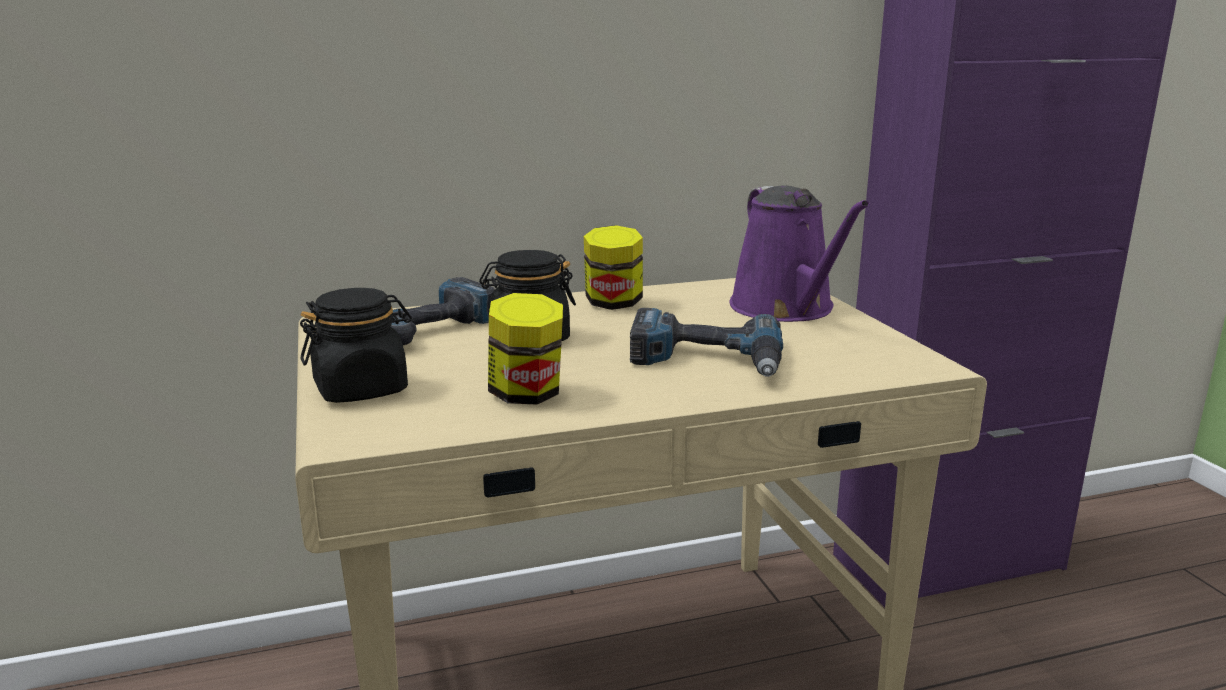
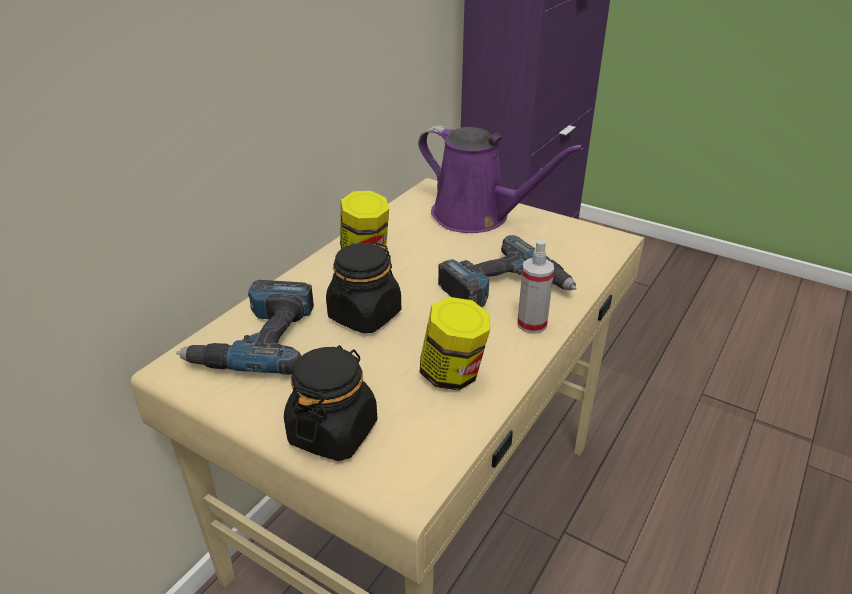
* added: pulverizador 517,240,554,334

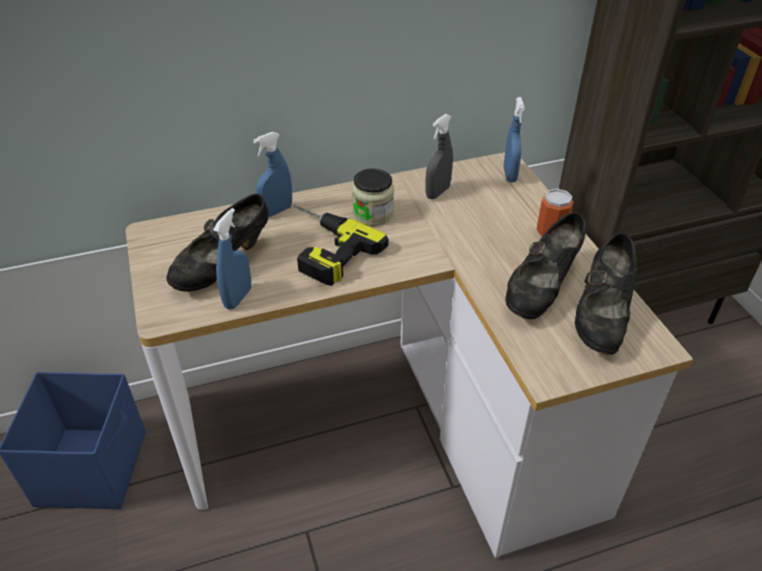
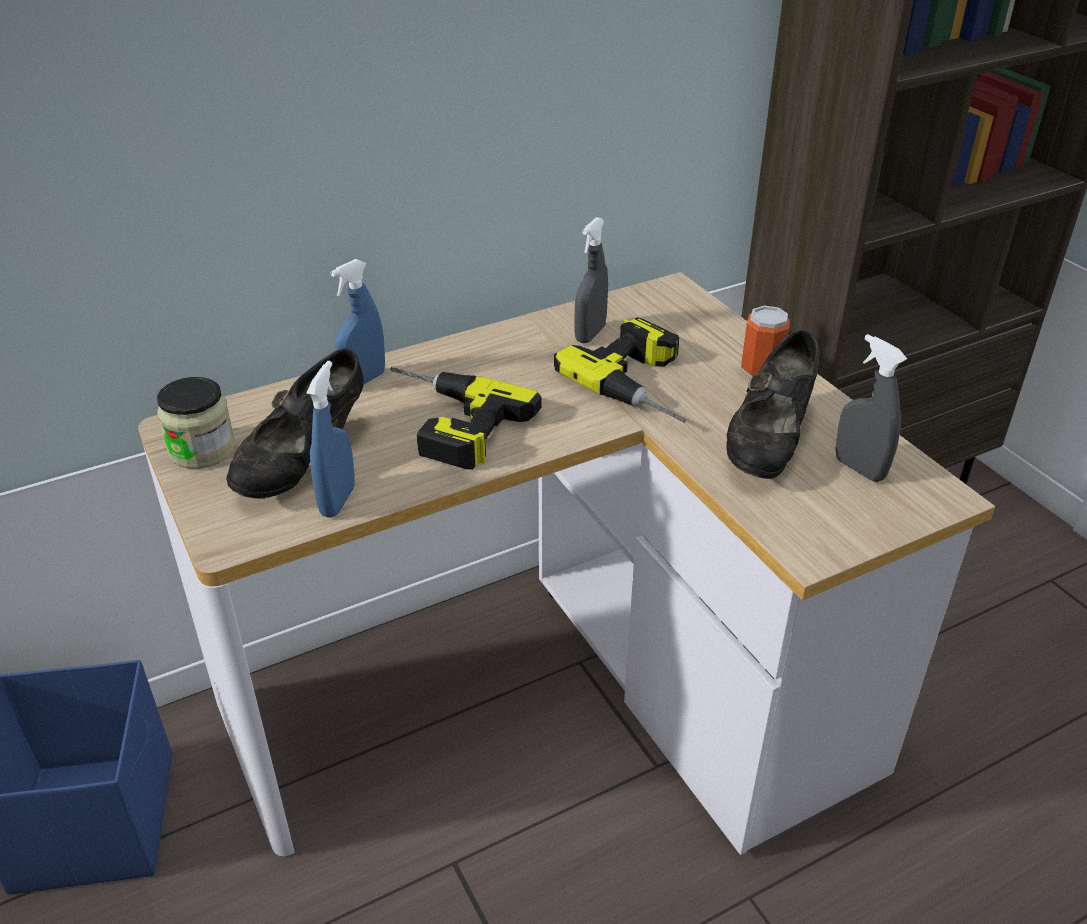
* removed: pulverizador/azul 503,97,525,182
* added: taladro 554,317,686,423
* moved: tarro 352,169,394,226 to 157,377,235,469
* replaced: zapato/negro 575,233,637,355 to pulverizador/gris 836,334,907,482

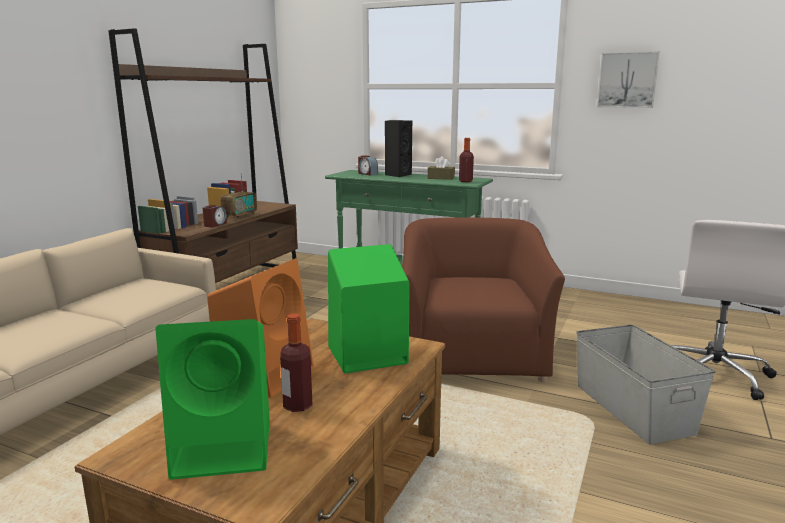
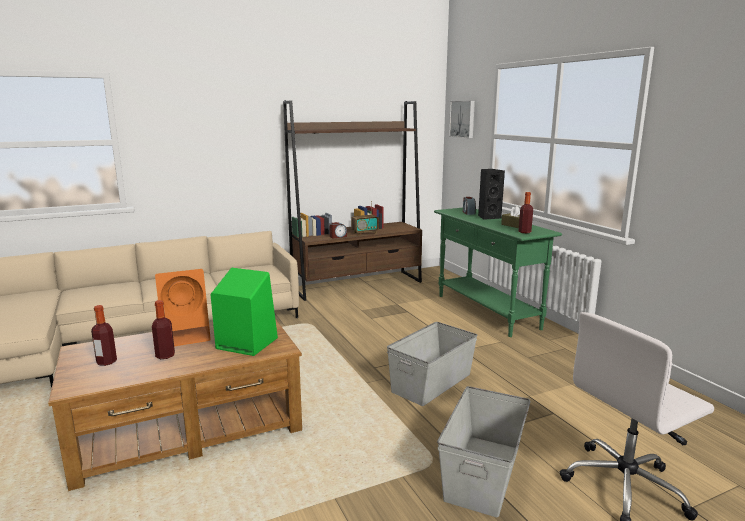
* moved: cuadro 597,51,660,108 to 449,101,475,139
* replaced: altavoz/verde 155,319,270,480 to botella 91,305,117,366
* replaced: sillón/marrón 402,217,565,382 to caja de almacenaje/gris 387,322,477,406

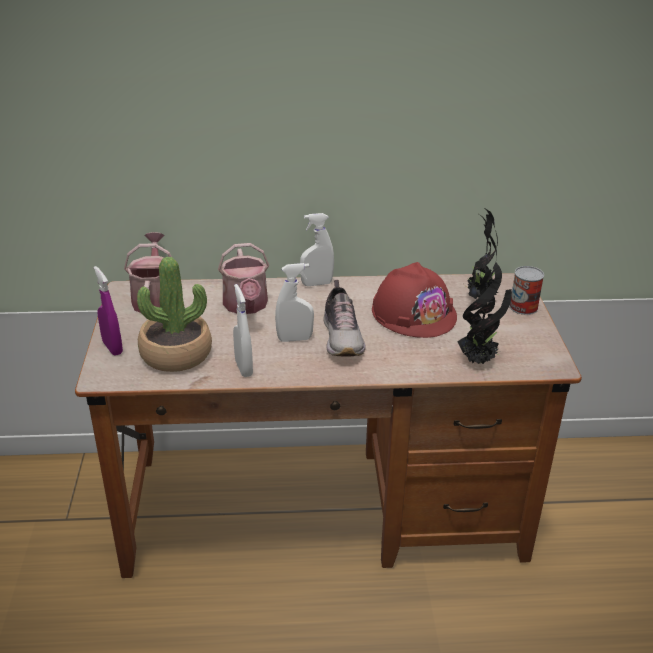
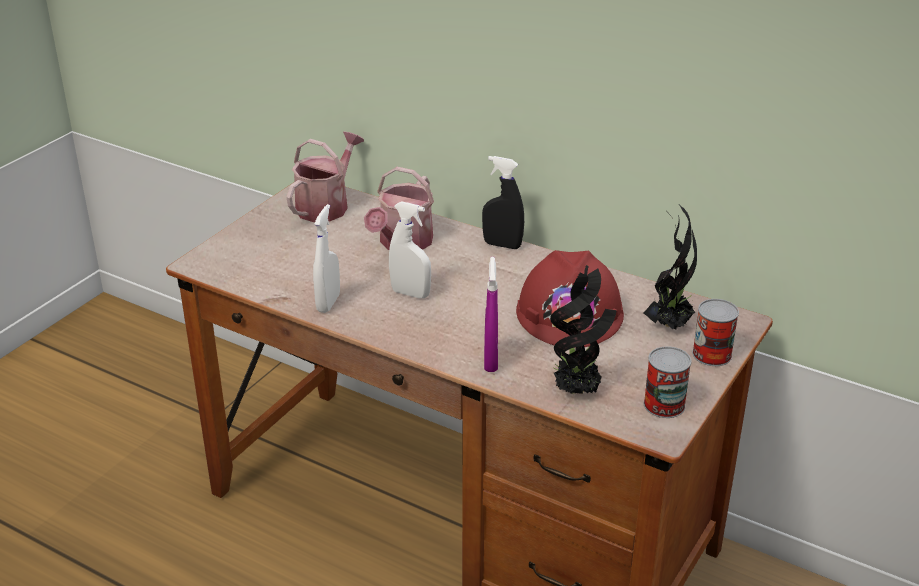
* removed: planta en maceta 137,257,212,372
* removed: zapato 323,280,365,357
* added: lata 644,346,692,418
* moved: pulverizador/morado 94,266,123,356 to 484,257,498,372
* recoloured: pulverizador/blanco 300,213,334,286 to pulverizador/negro 482,156,524,249

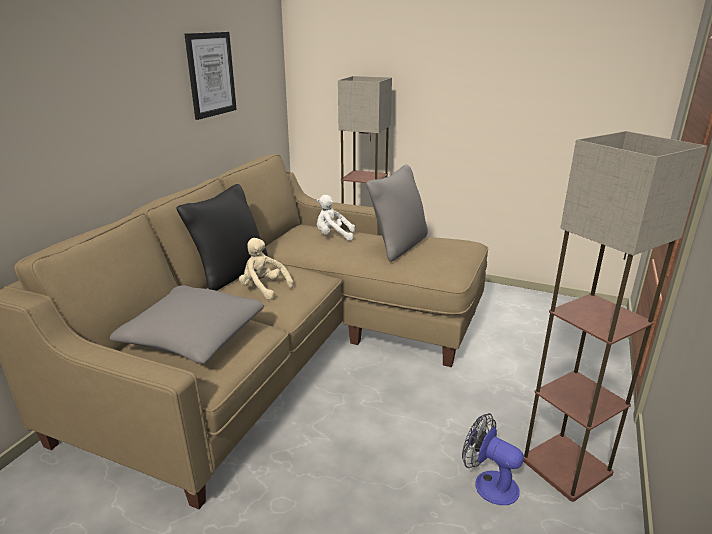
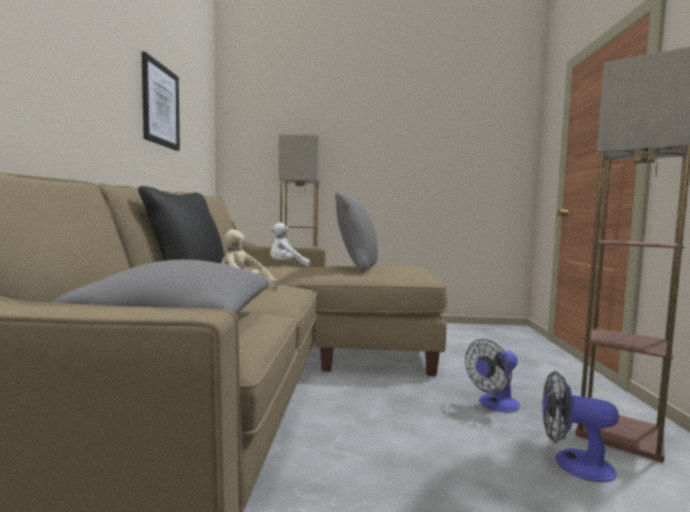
* added: ventilador 465,339,520,412

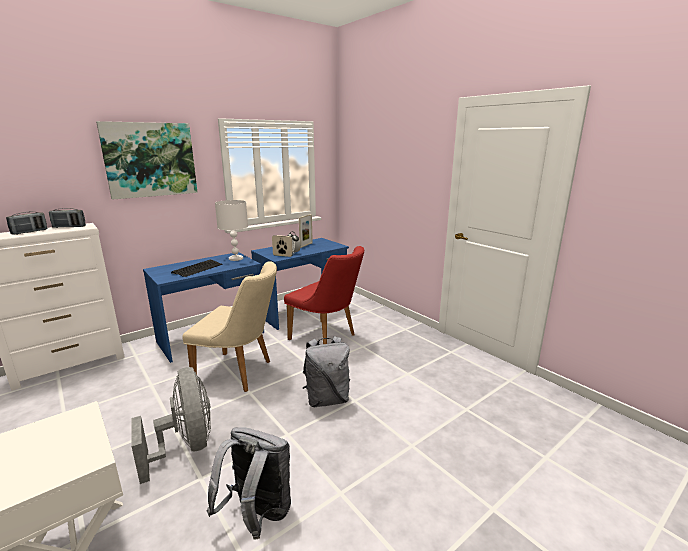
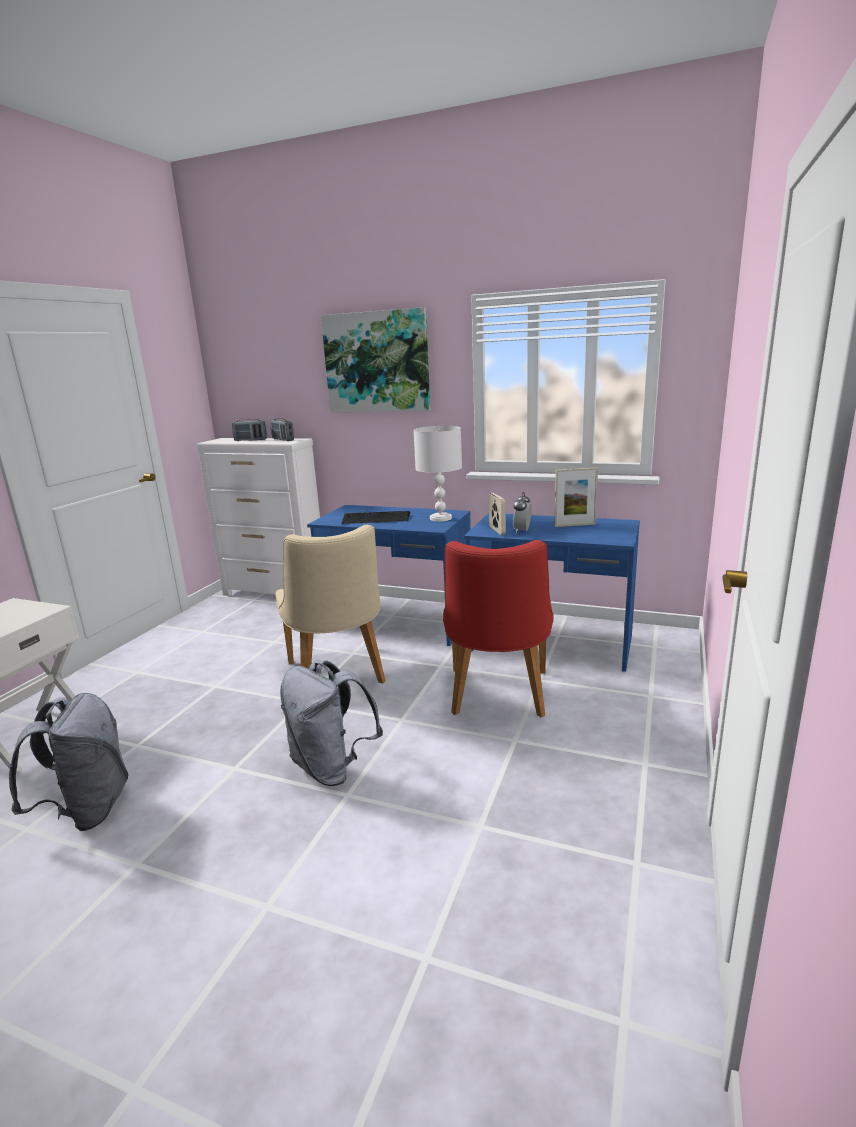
* removed: ventilador/gris 131,367,211,484

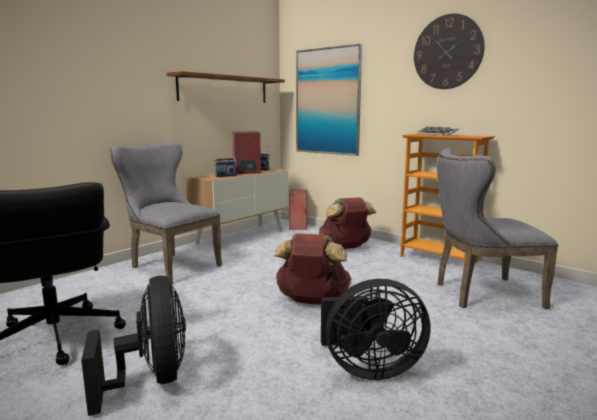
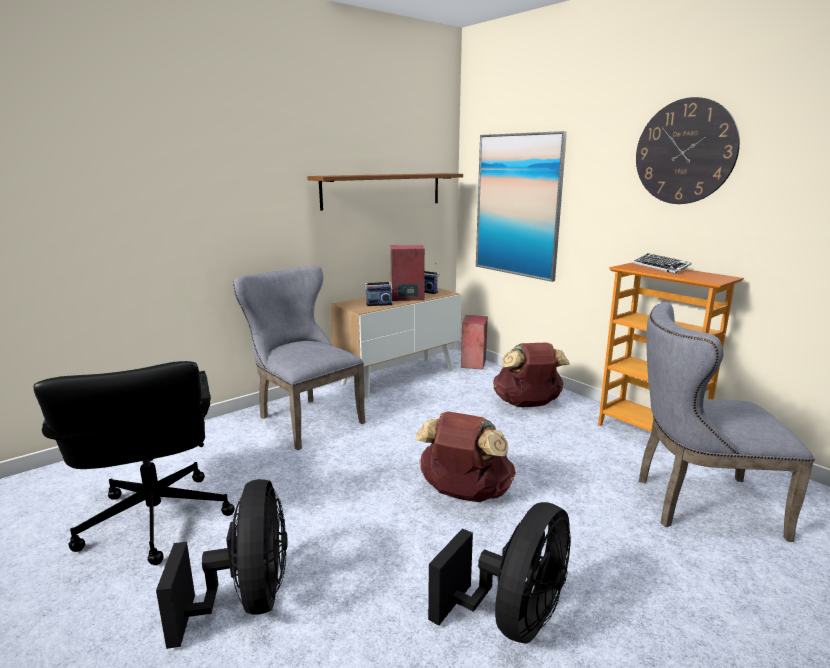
* turned: ventilador/negro 321,279,431,380 = 428,502,571,644 60 degrees counterclockwise

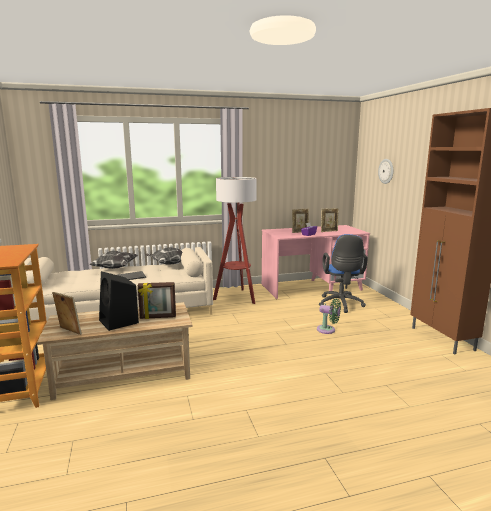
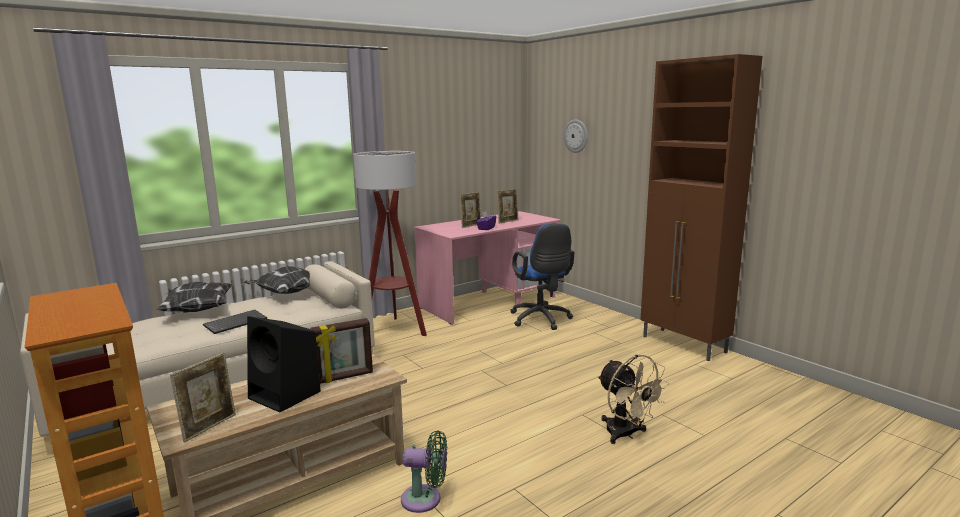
* added: ventilador/beis 598,355,669,444
* moved: ventilador/verde 317,299,341,334 to 401,430,447,513
* turned: portarretratos 52,292,82,335 = 170,353,236,442 105 degrees clockwise

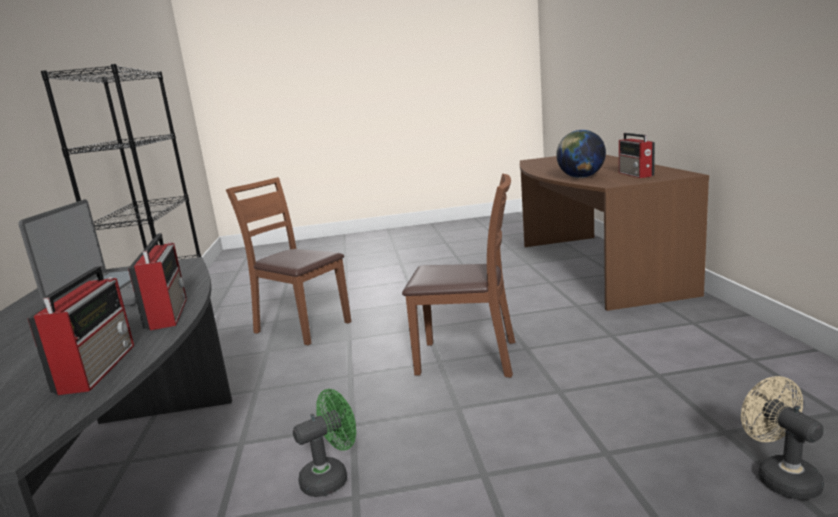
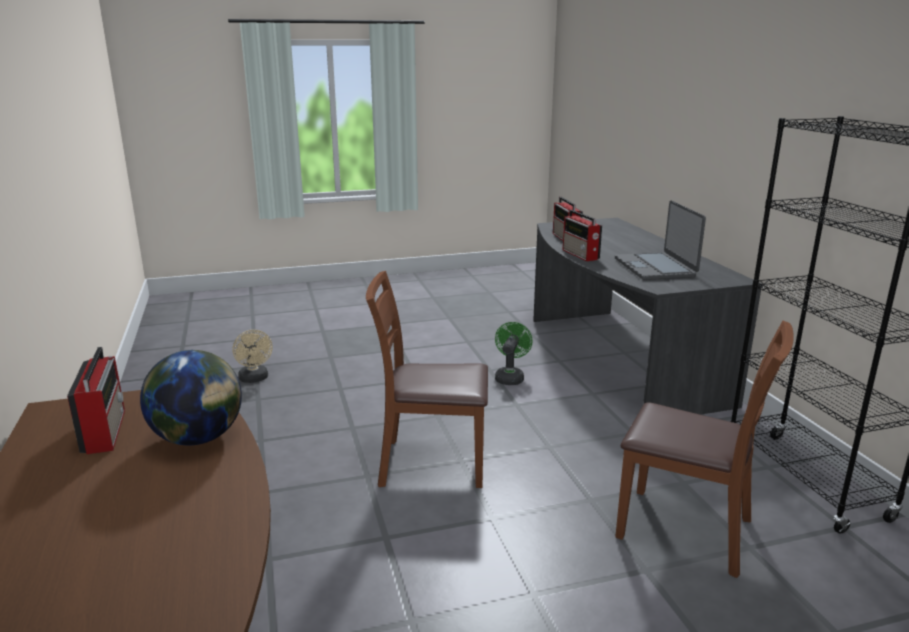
* turned: ventilador/verde 293,389,356,497 = 495,322,532,385 150 degrees clockwise

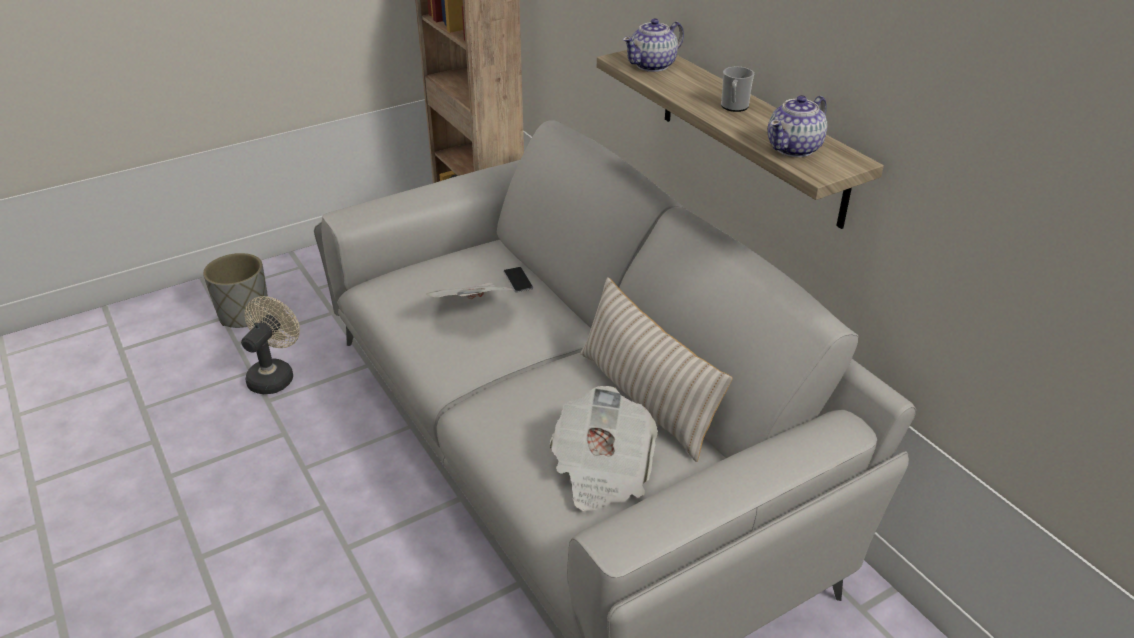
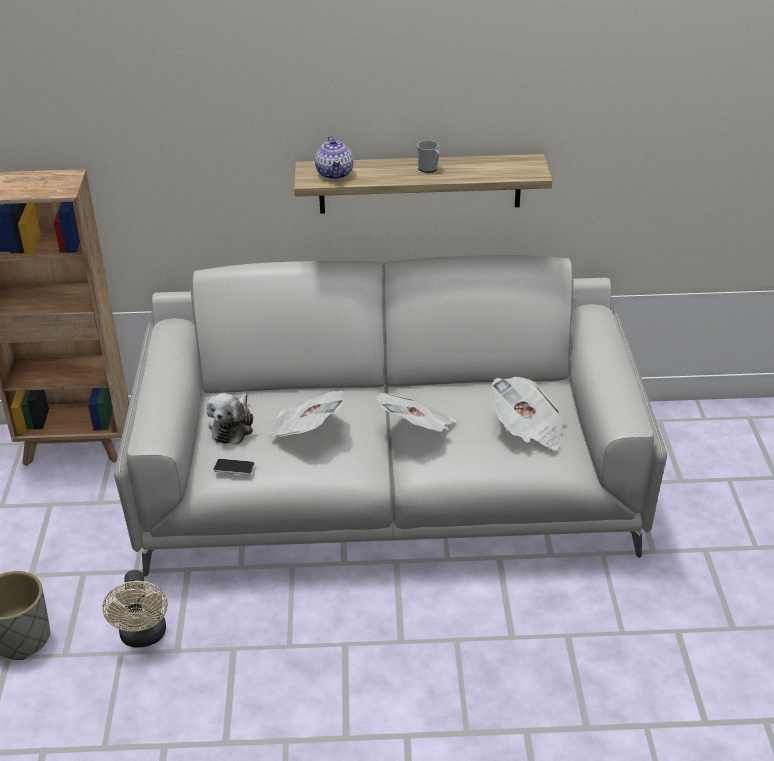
* removed: cojín/beis 580,277,733,462
* removed: tetera 768,95,827,157
* added: peluche 207,393,253,445
* added: periódico 376,393,456,432
* moved: móvil 503,267,533,293 to 213,459,255,475
* turned: ventilador/beis 241,296,300,394 = 102,570,168,648 150 degrees counterclockwise

